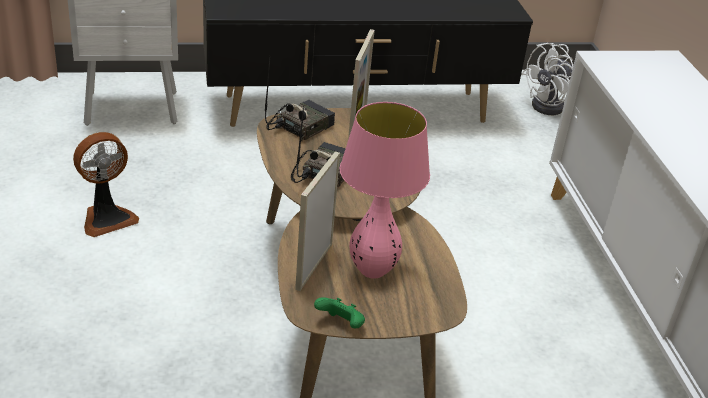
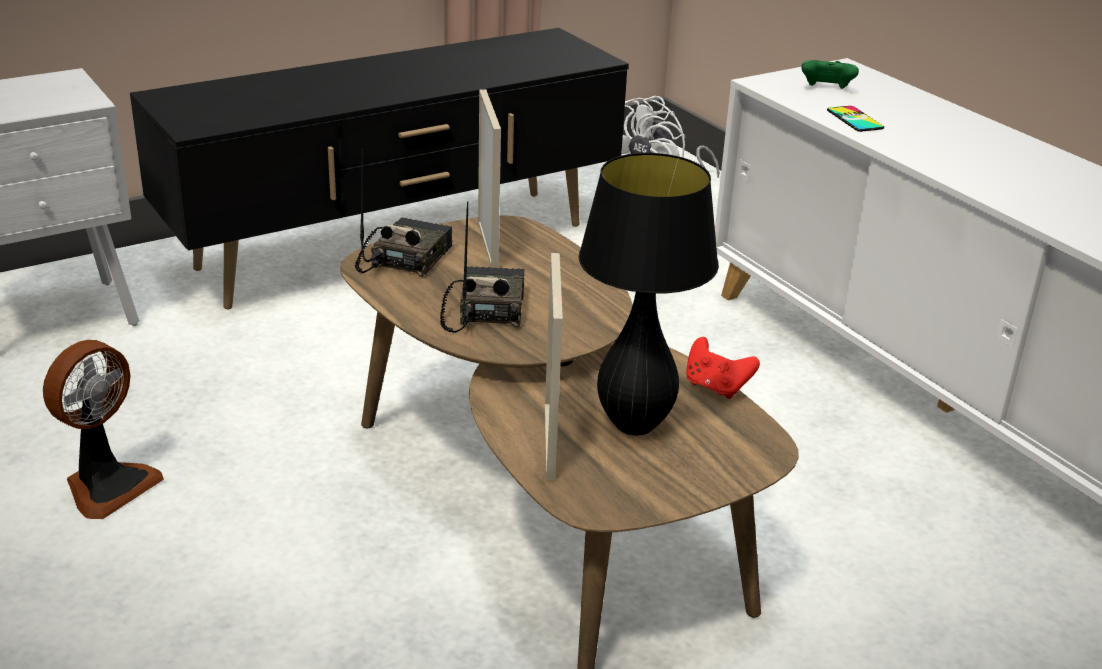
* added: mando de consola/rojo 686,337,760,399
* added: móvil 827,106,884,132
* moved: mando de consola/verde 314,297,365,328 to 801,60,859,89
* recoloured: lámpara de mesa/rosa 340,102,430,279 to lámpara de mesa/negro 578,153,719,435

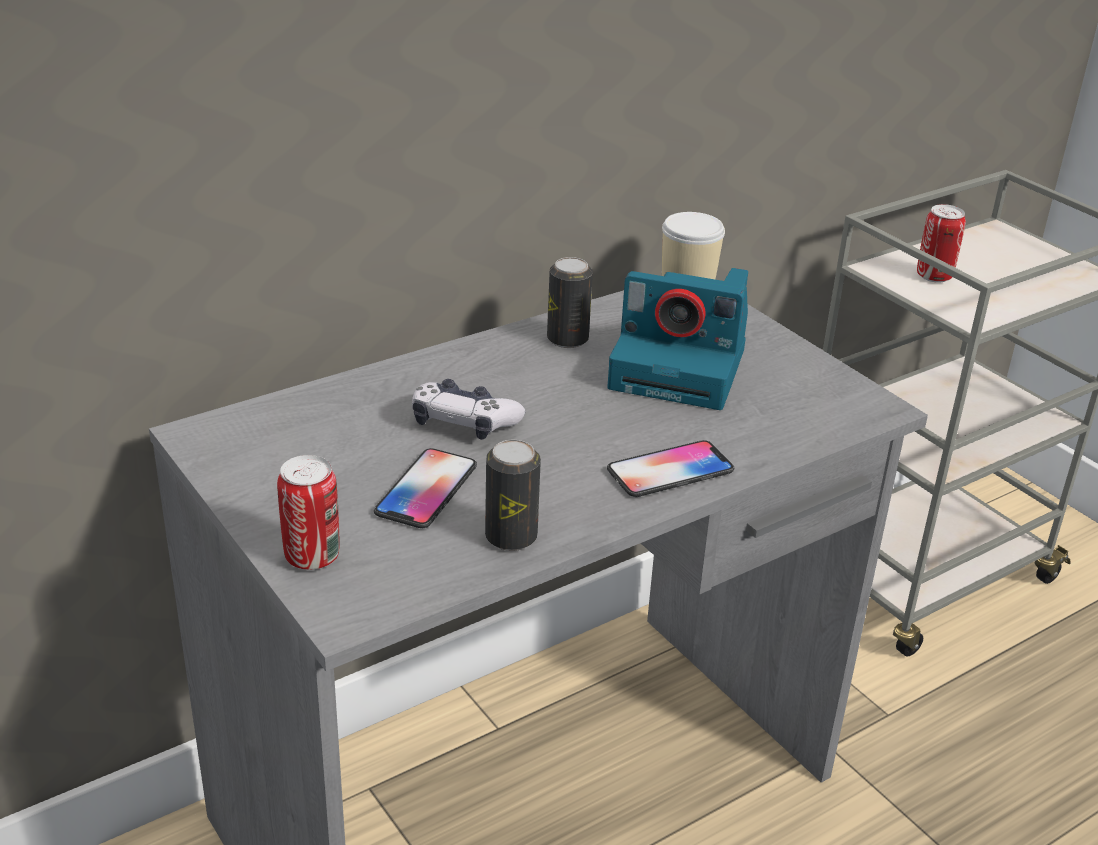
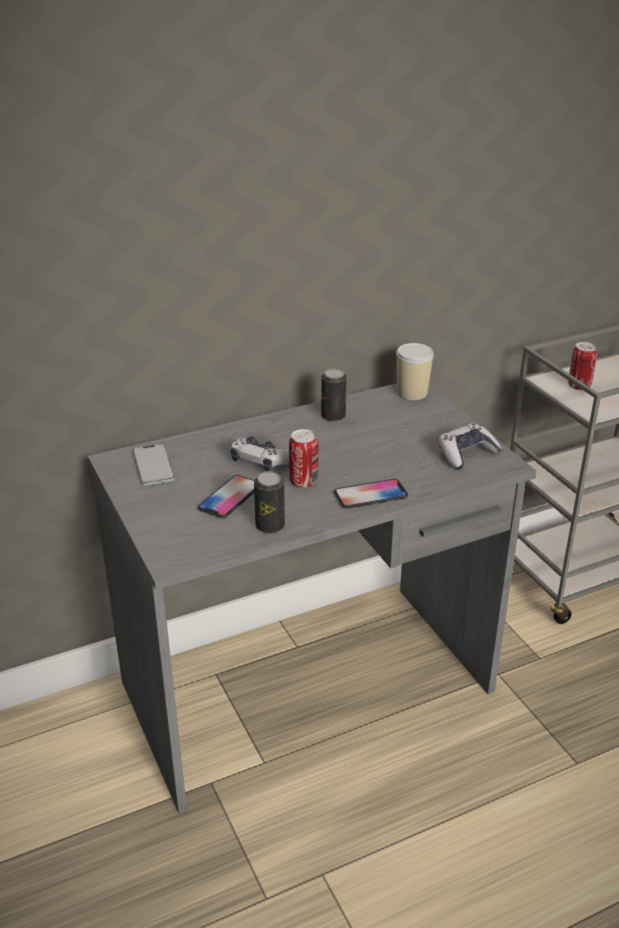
* removed: cámara 607,268,748,410
* added: móvil 133,444,175,485
* added: mando de consola 438,423,502,469
* moved: lata 277,455,339,570 to 289,429,318,488

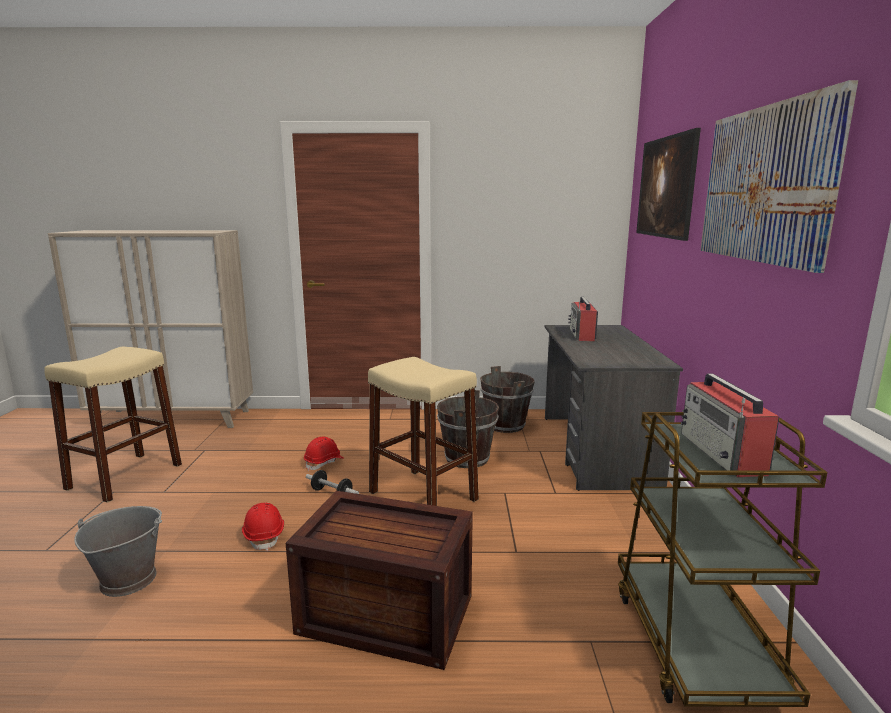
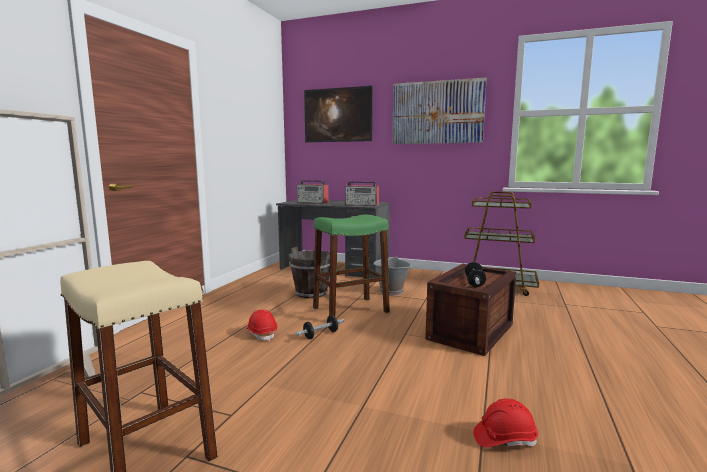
* removed: cubo/marrón 480,366,535,433
* added: mancuerna 465,262,486,287
* moved: cubo/gris 74,506,162,597 to 374,256,411,295
* moved: casco/rojo 242,503,284,551 to 473,398,538,447
* moved: radio 681,374,779,477 to 345,181,379,206
* recoloured: taburete/beis 368,357,479,506 to taburete/verde 313,214,390,316

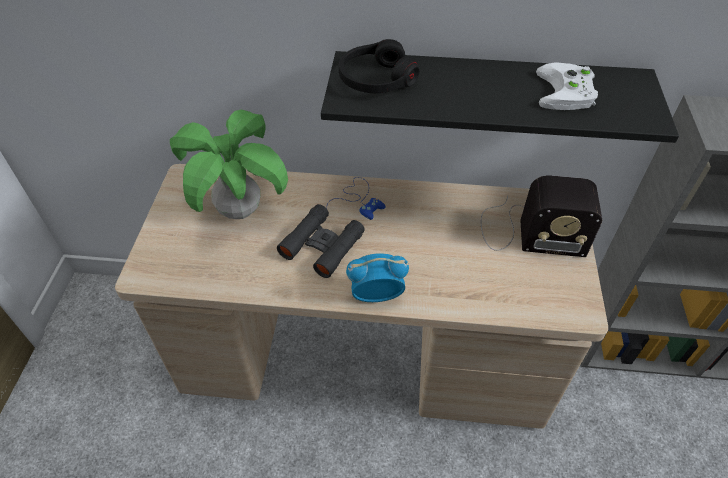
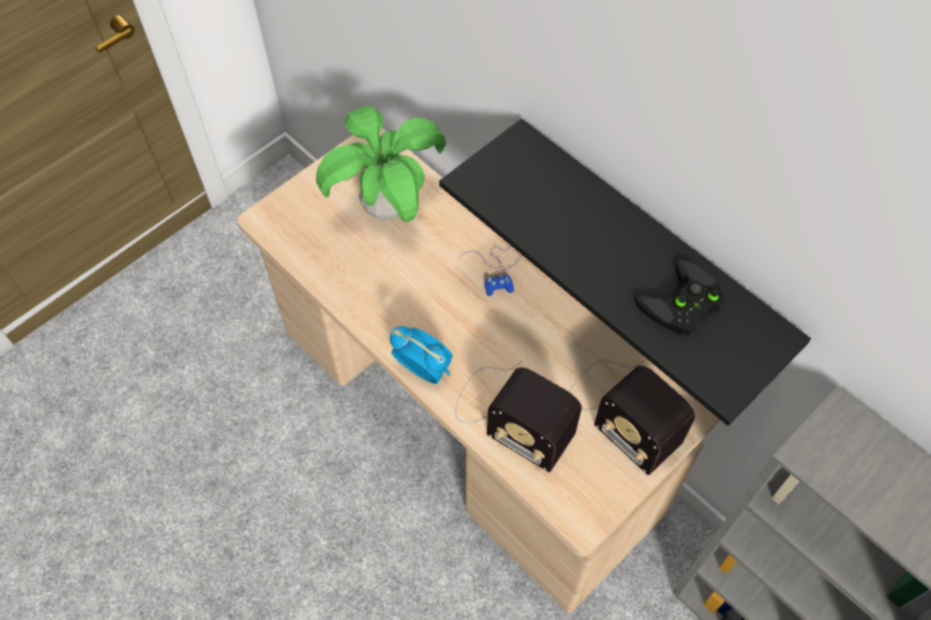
* removed: prismáticos/negro 277,204,365,278
* removed: auriculares/negro 339,39,419,93
* added: radio 455,360,582,472
* recoloured: mando de consola/blanco 536,62,598,110 to mando de consola/negro 635,260,724,336

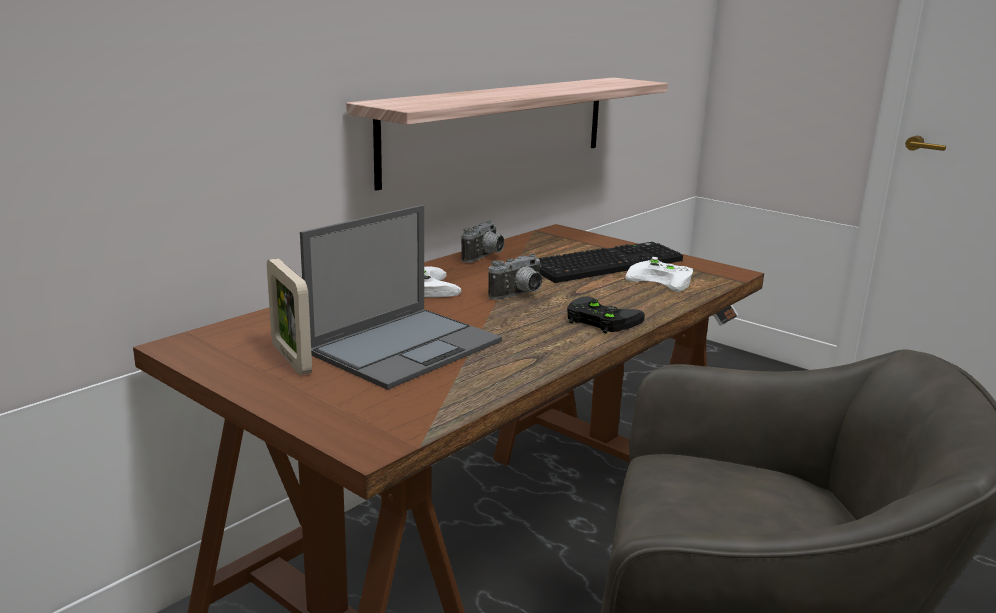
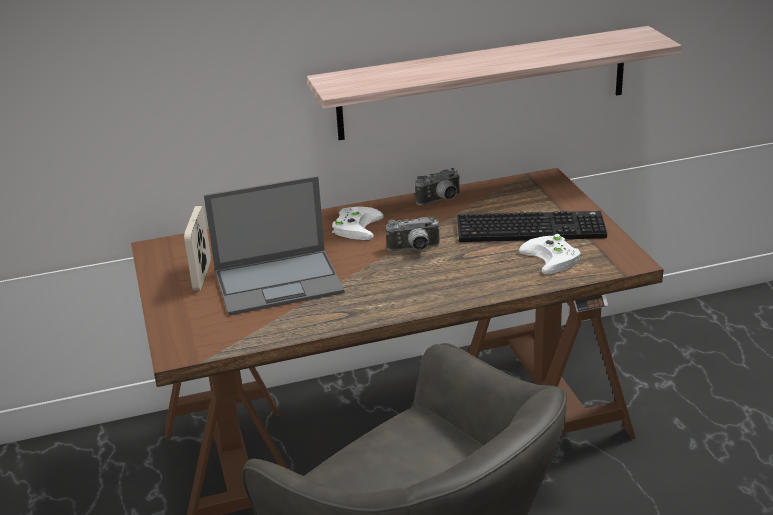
* removed: mando de consola/negro 567,296,645,333

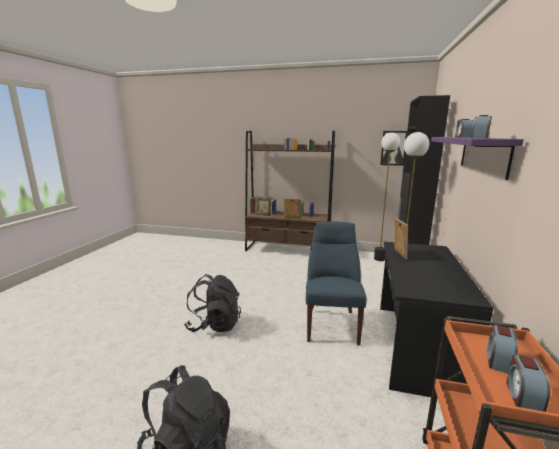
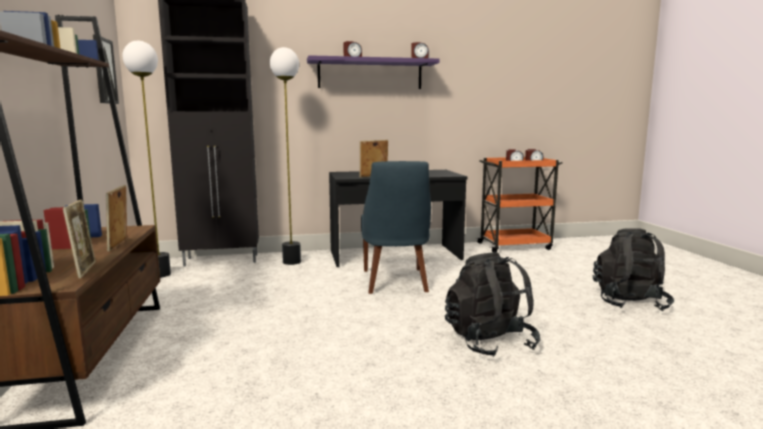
* turned: silla/azul 306,221,366,345 = 361,161,431,294 75 degrees counterclockwise

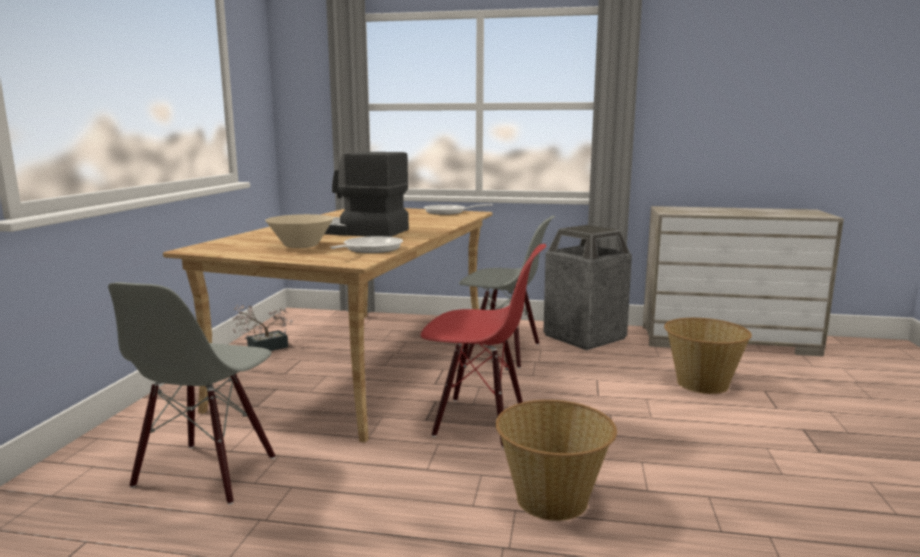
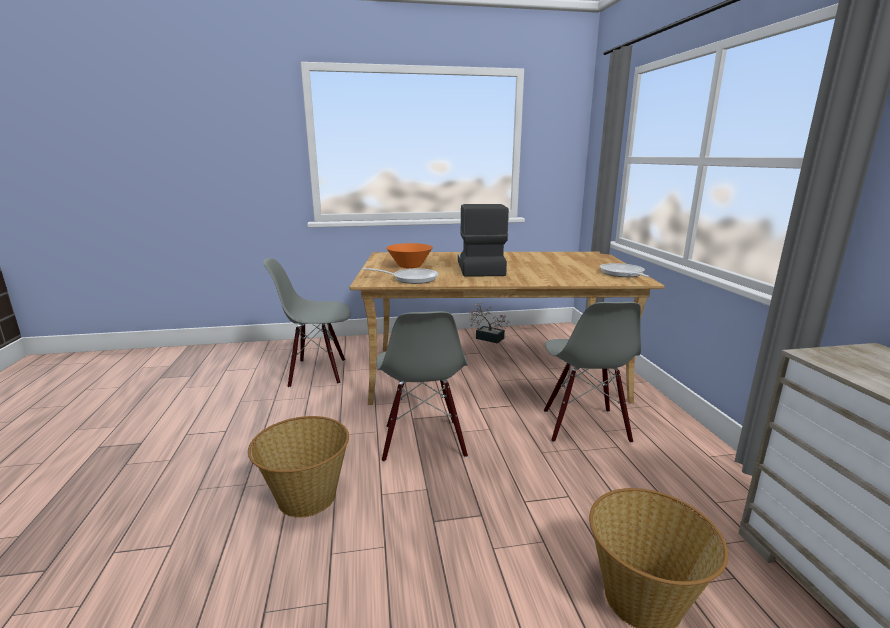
* removed: papelera 543,225,632,350
* recoloured: cuenco/beis 265,214,334,248 to cuenco/naranja 386,243,433,268
* recoloured: silla/rojo 421,244,546,448 to silla/gris 376,311,468,462

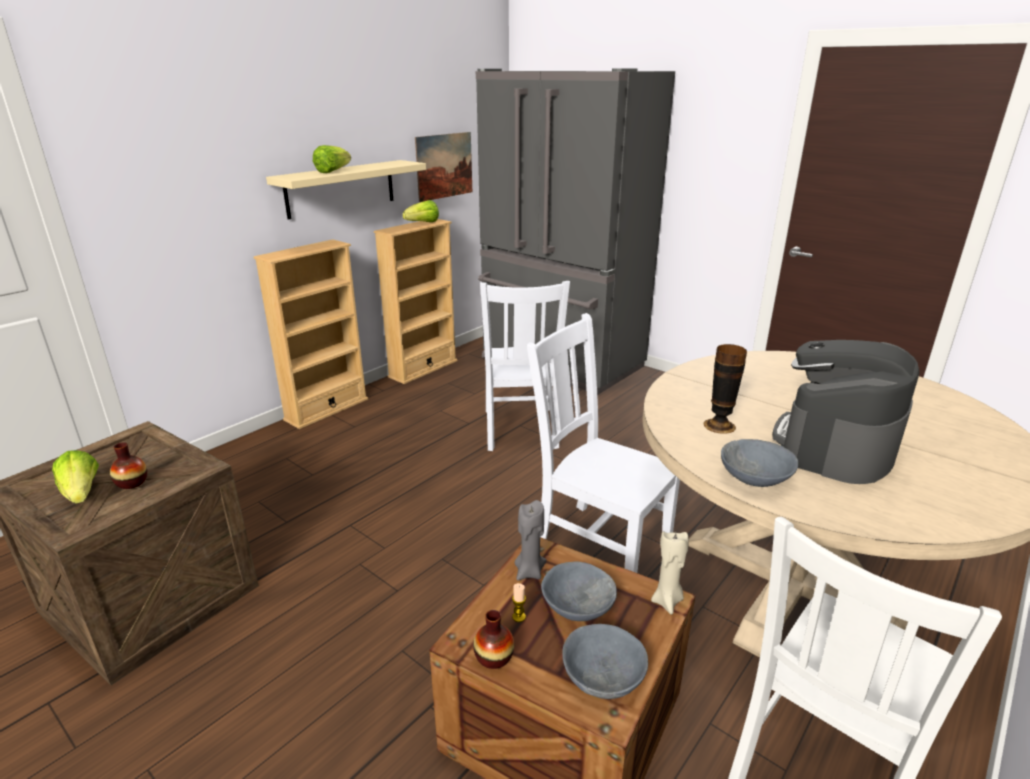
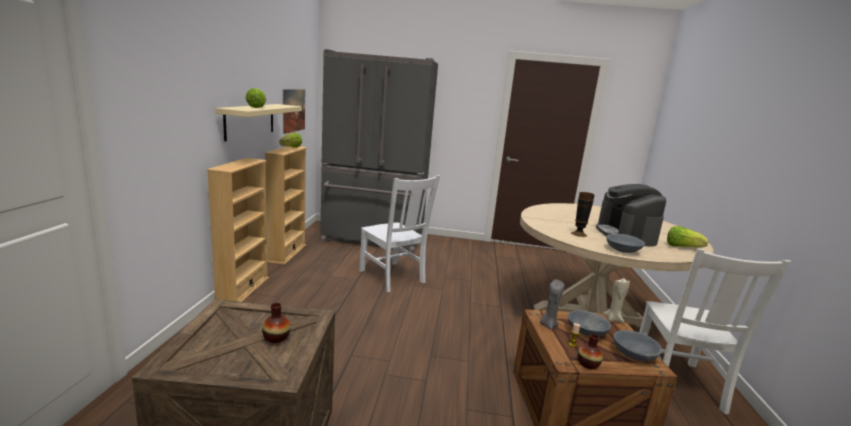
* removed: silla/blanco 527,313,680,573
* moved: lechuga 52,450,99,504 to 667,226,708,247

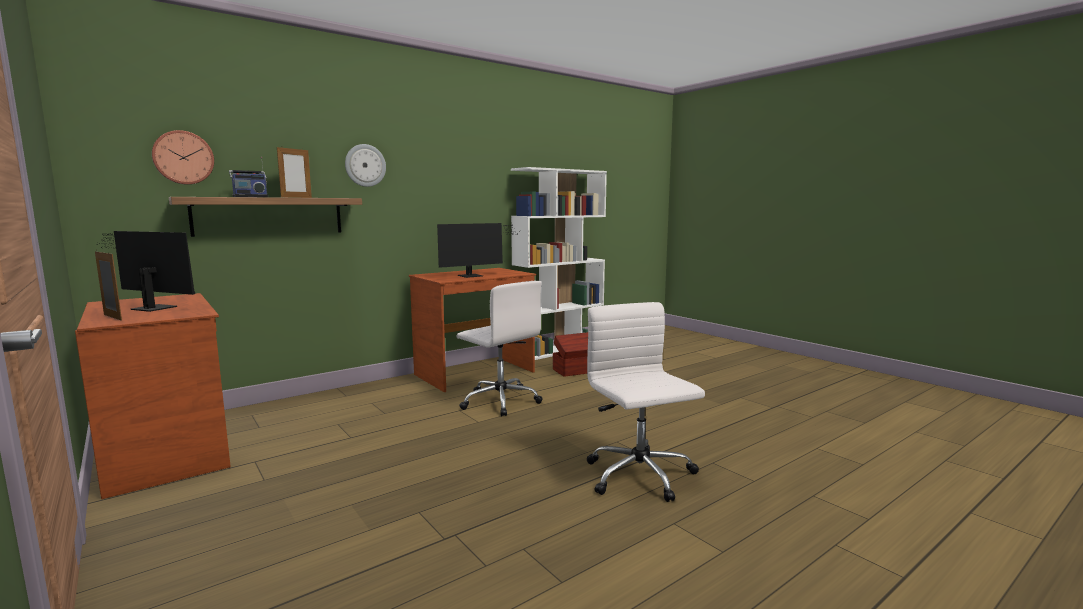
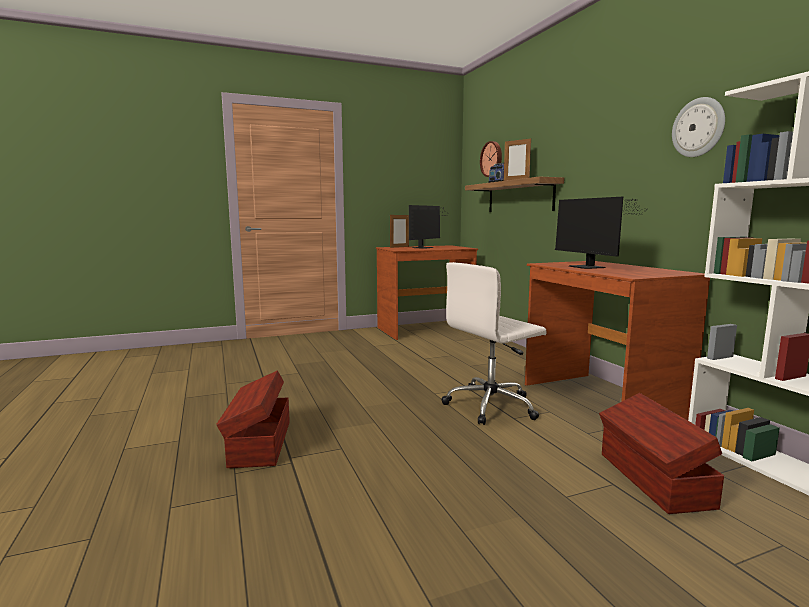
* moved: reloj de pared 345,144,386,187 to 672,97,725,157
* replaced: silla de oficina/blanco 587,302,705,502 to caja de almacenaje/marrón 216,370,290,468

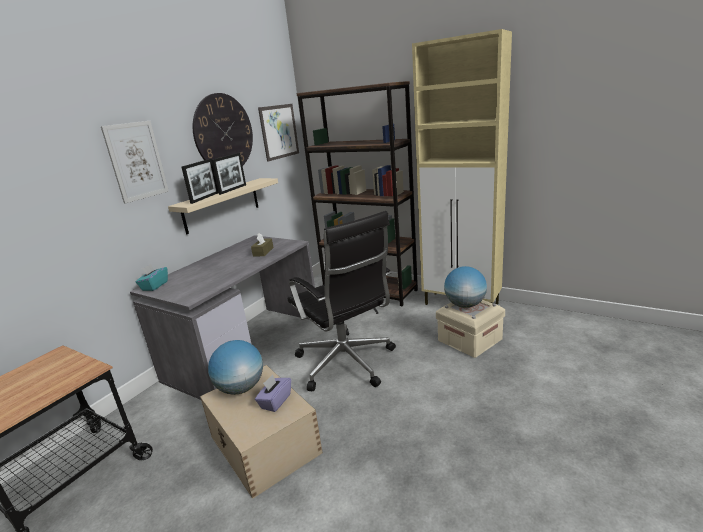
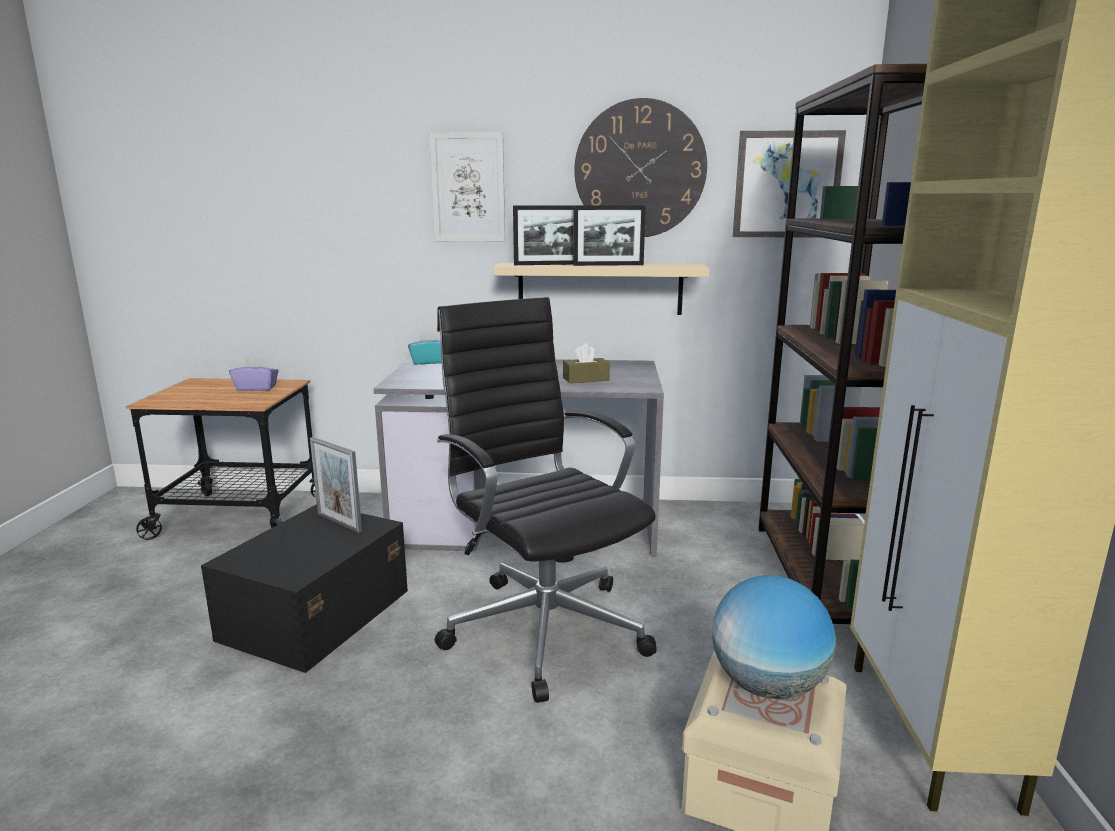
* moved: caja de pañuelos/morado 255,374,291,412 to 229,357,279,391
* replaced: globo terráqueo 208,340,263,395 to portarretratos 310,437,362,533
* recoloured: caja de almacenaje/beis 200,365,323,499 to caja de almacenaje/negro 201,504,408,673
* turned: silla de oficina/negro 288,211,396,391 = 435,297,657,703 120 degrees clockwise

